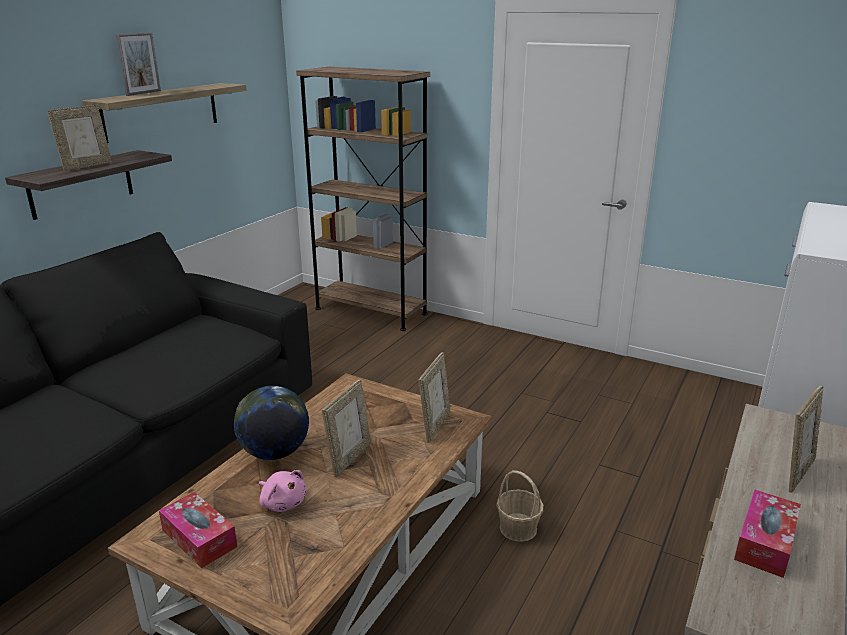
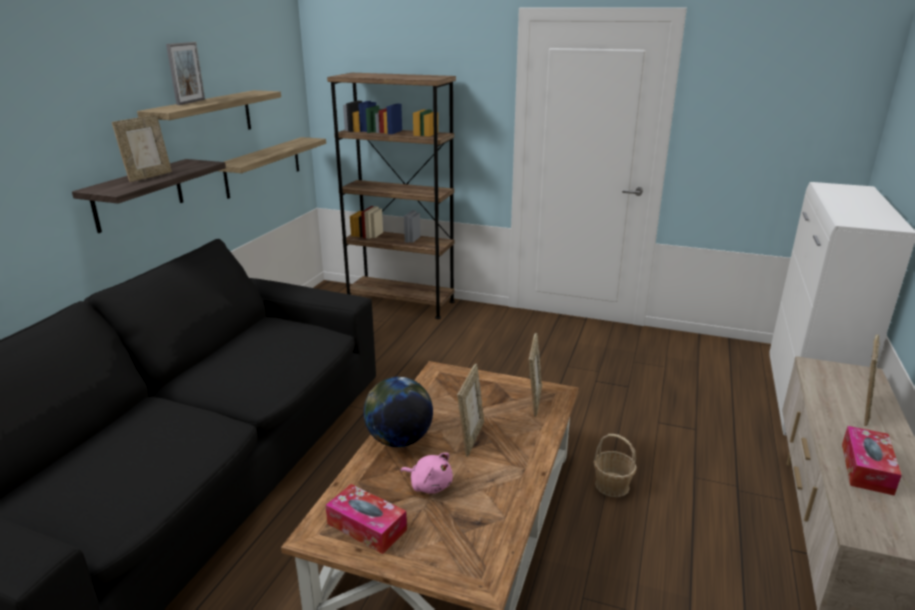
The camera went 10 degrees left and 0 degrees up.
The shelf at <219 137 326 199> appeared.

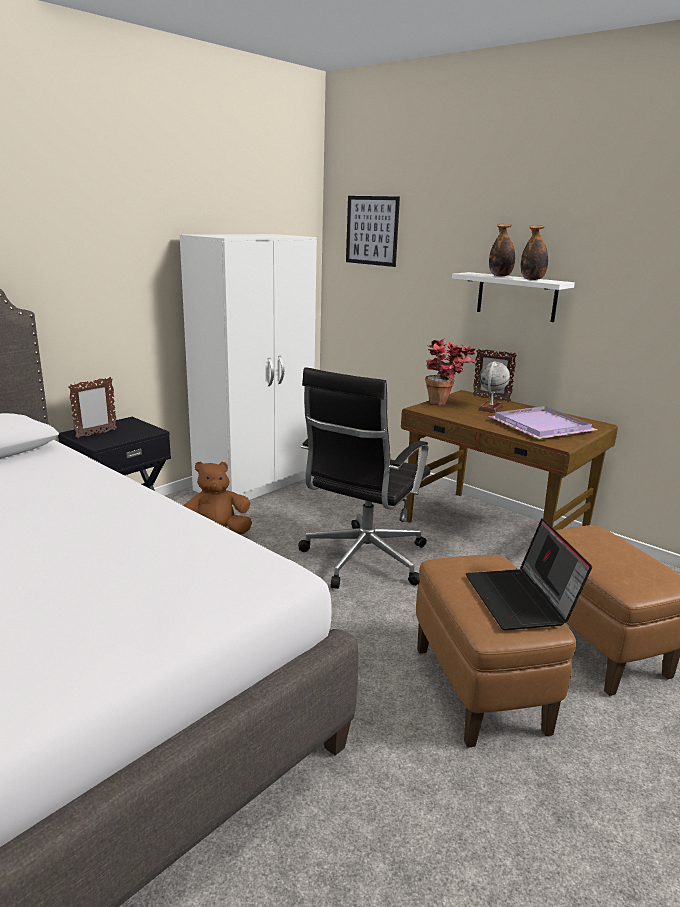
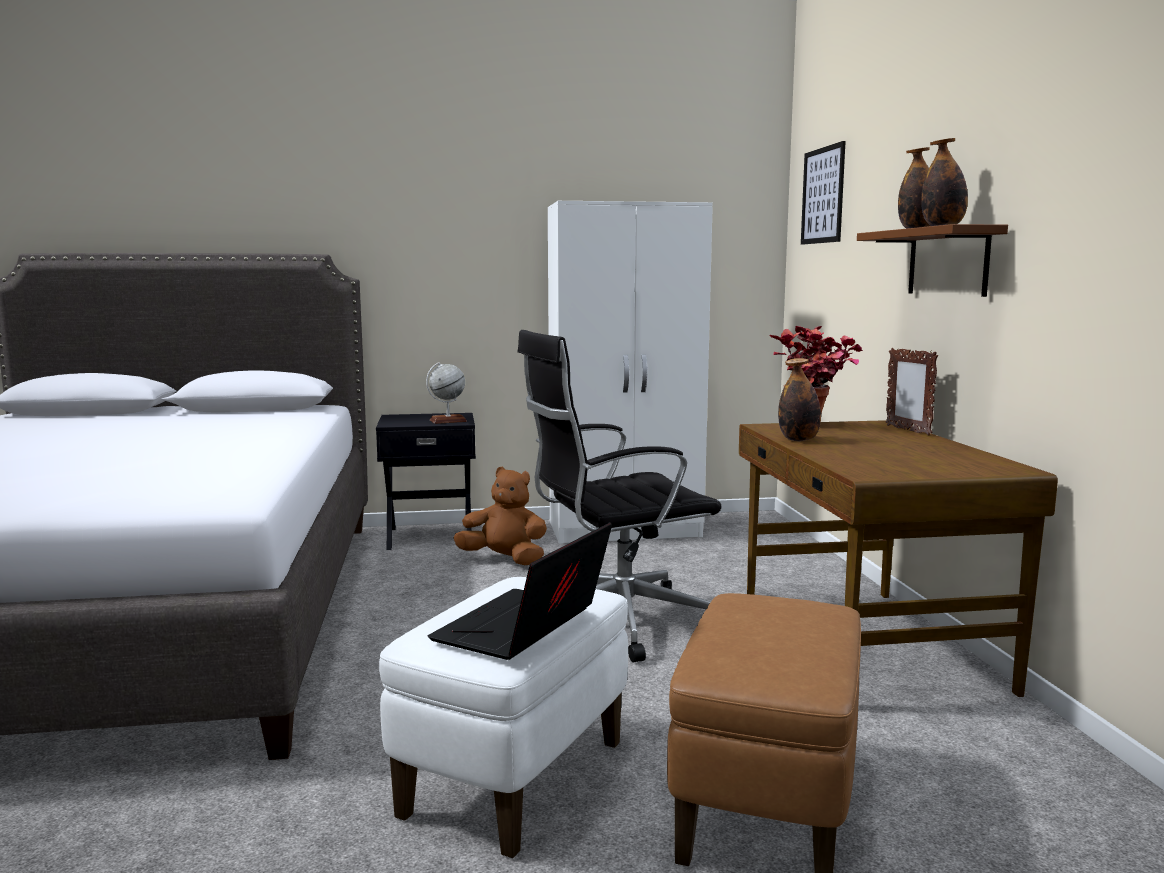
The camera went 40 degrees right and 10 degrees down.
The picture frame at <68 377 117 438> disappeared.
The tray in purple at <489 406 597 440> disappeared.
The bottle at <778 358 821 441> appeared.
The globe moved from <478 361 510 413> to <426 362 467 424>.
The ottoman in brown at <416 555 576 748> became the ottoman in white at <379 577 628 858>.
The shelf in white at <452 272 575 322> became the shelf in brown at <857 224 1008 297>.

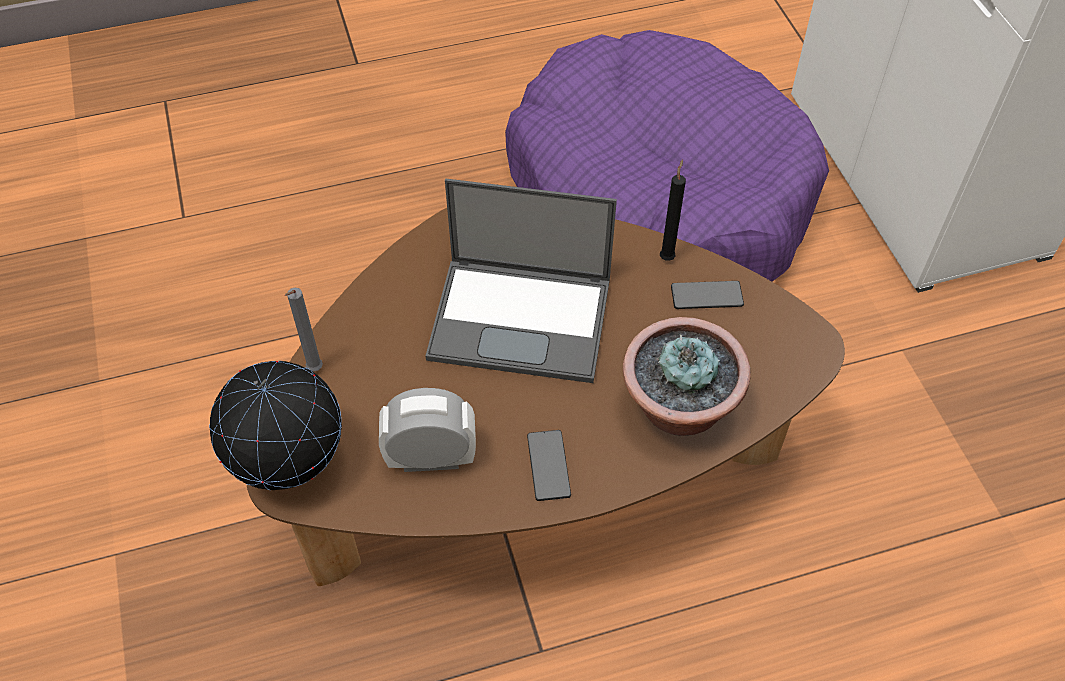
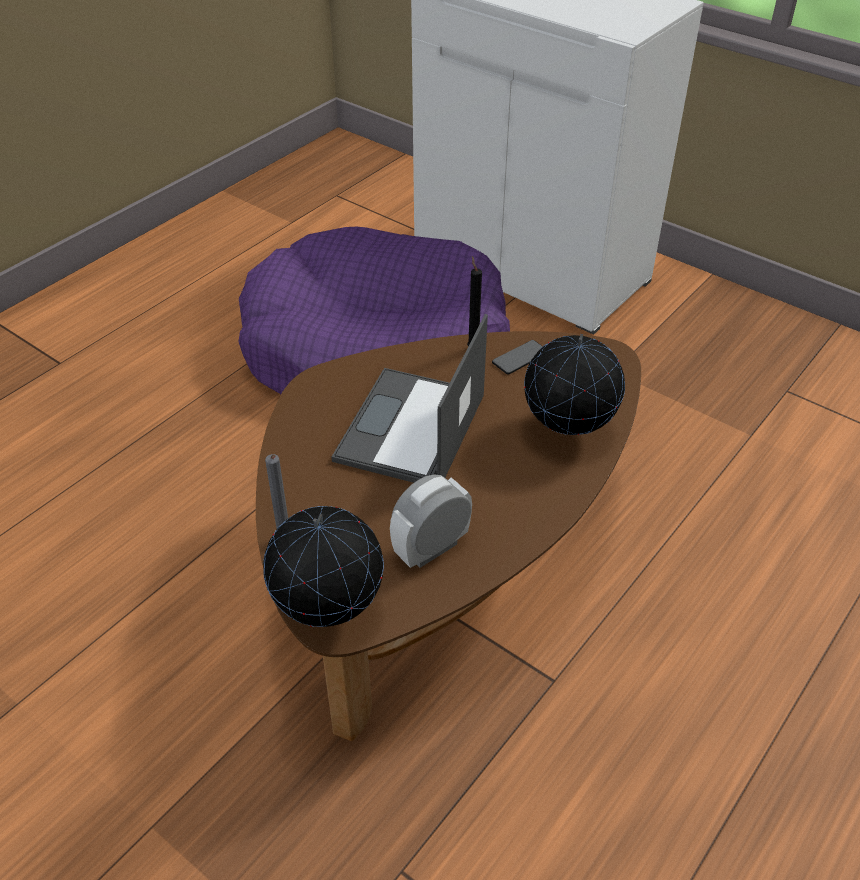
The camera went 35 degrees left and 10 degrees down.
The phone at <527 430 571 501> disappeared.
The potted plant at <623 317 751 436> was replaced by the globe at <524 334 625 435>.
The laptop at <426 179 617 383> turned 135 degrees clockwise.

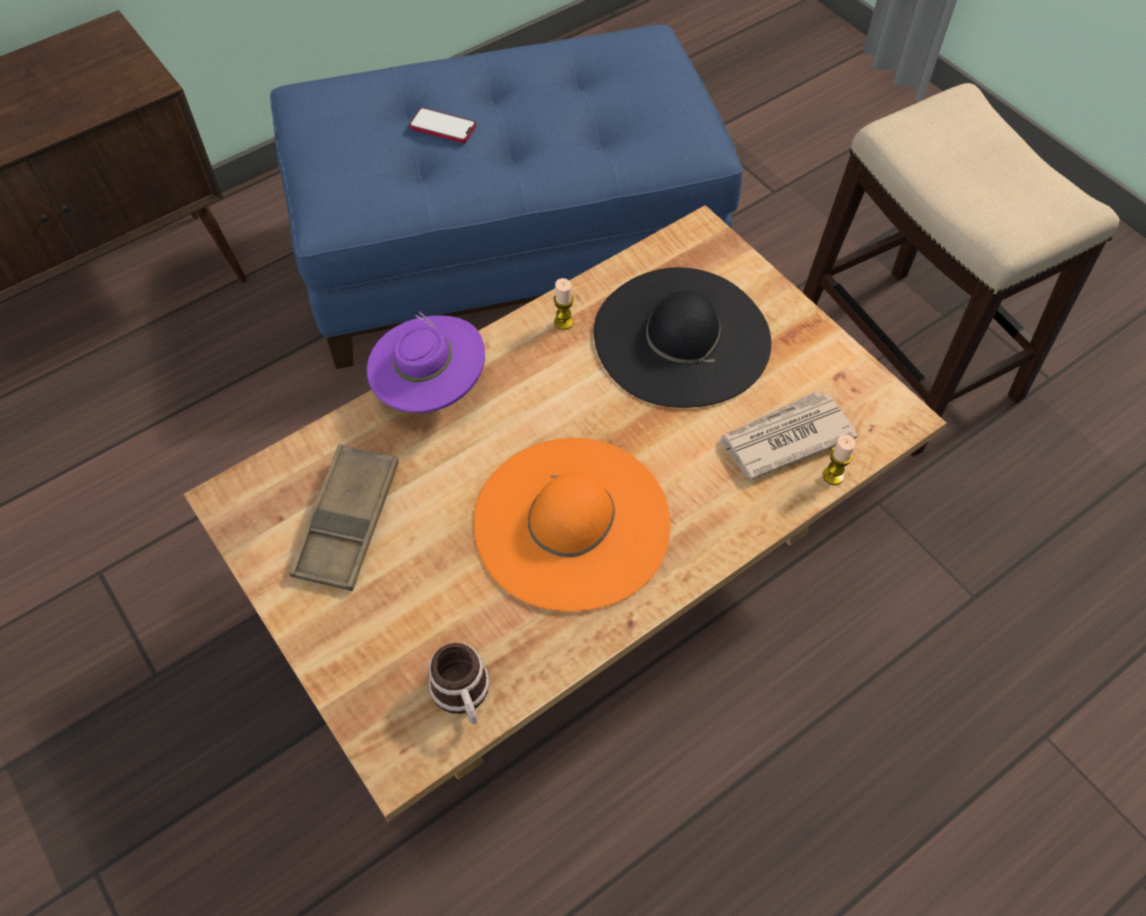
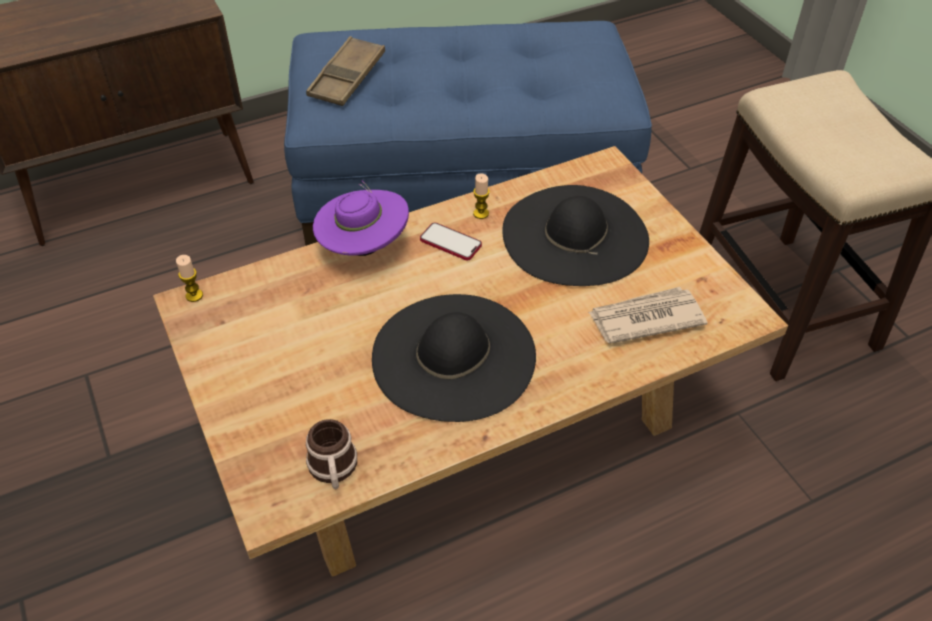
The camera went 10 degrees right and 10 degrees down.
The tray in brown moved from <289 444 399 591> to <306 36 385 106>.
The phone moved from <409 107 476 143> to <420 223 482 260>.
The candle moved from <823 434 855 485> to <176 255 203 302>.
The hat in orange at <473 438 671 612> became the hat in black at <372 294 536 422>.

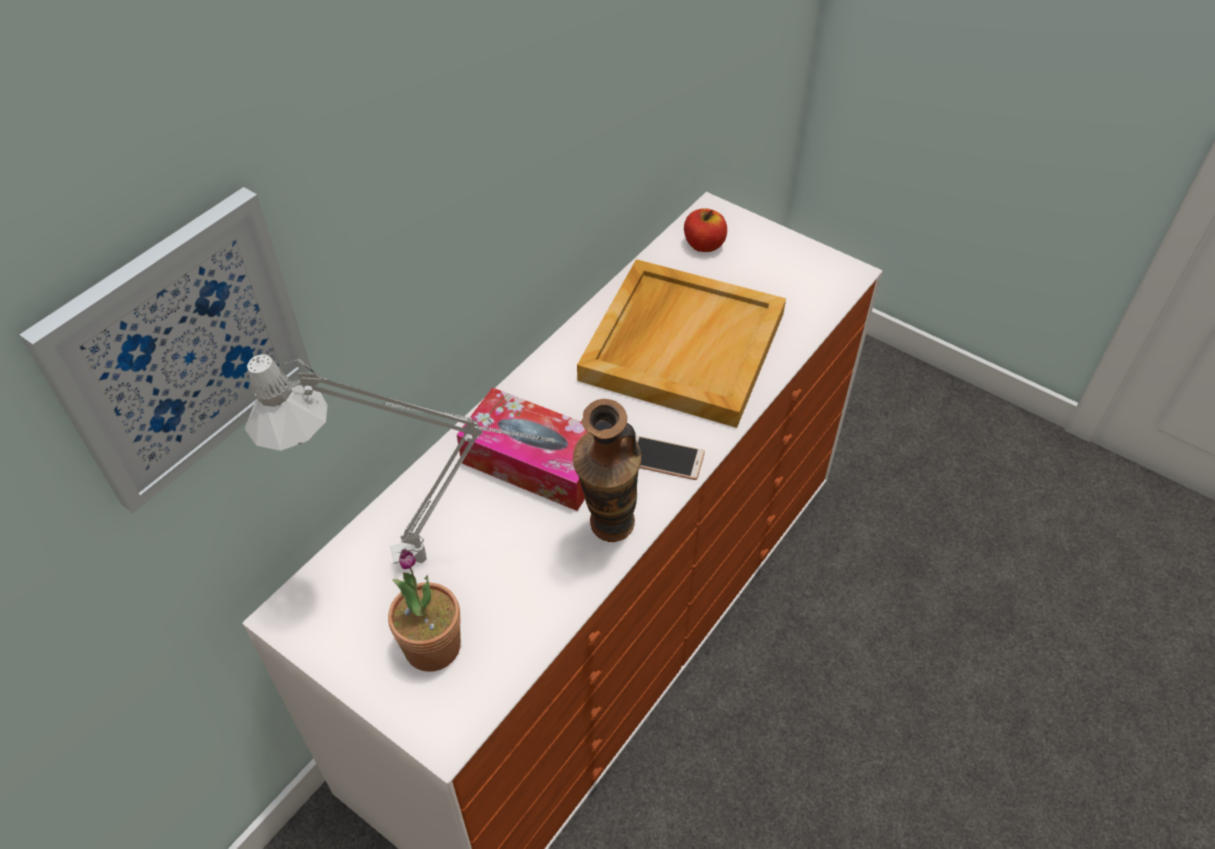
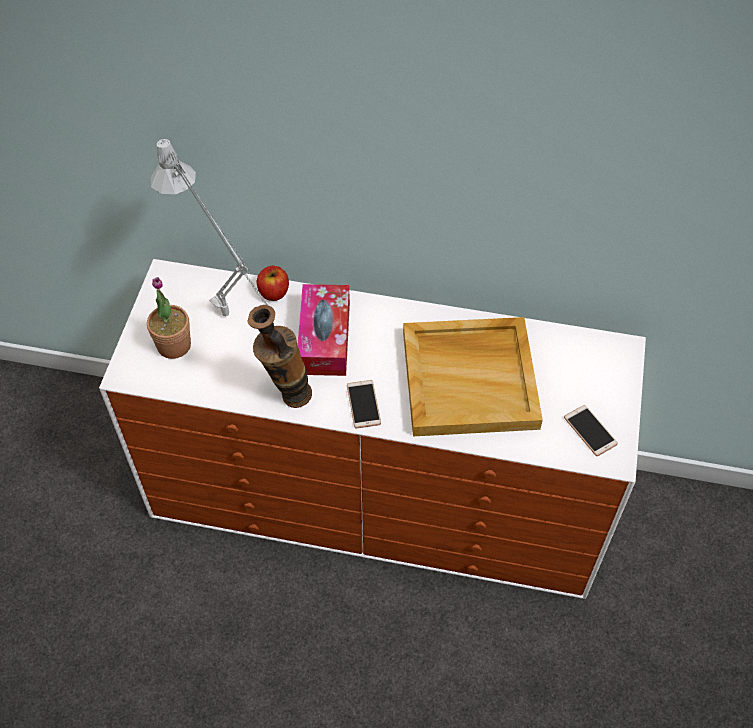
The camera went 65 degrees right and 5 degrees up.
The picture at <19 187 312 513> disappeared.
The phone at <564 405 618 456> appeared.
The apple moved from <684 208 727 252> to <257 266 289 301>.

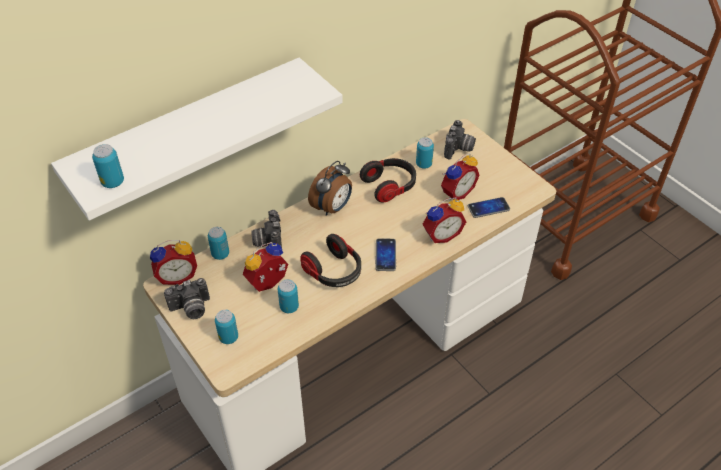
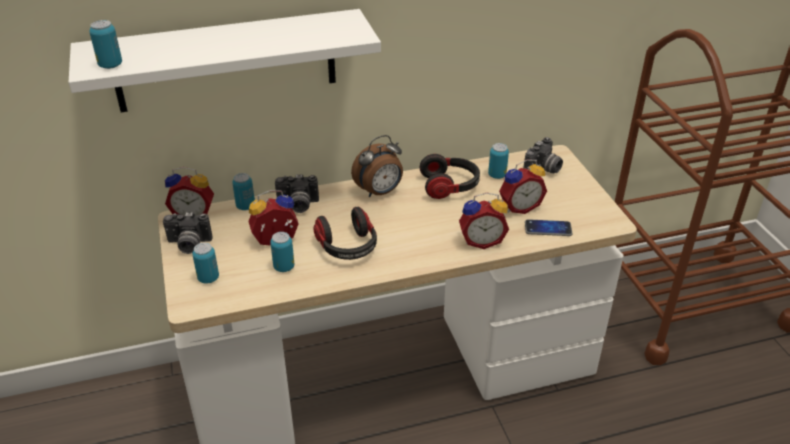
The camera went 20 degrees right and 10 degrees down.
The phone at <375 238 396 271> disappeared.
The photo camera at <251 210 282 248> turned 105 degrees counterclockwise.

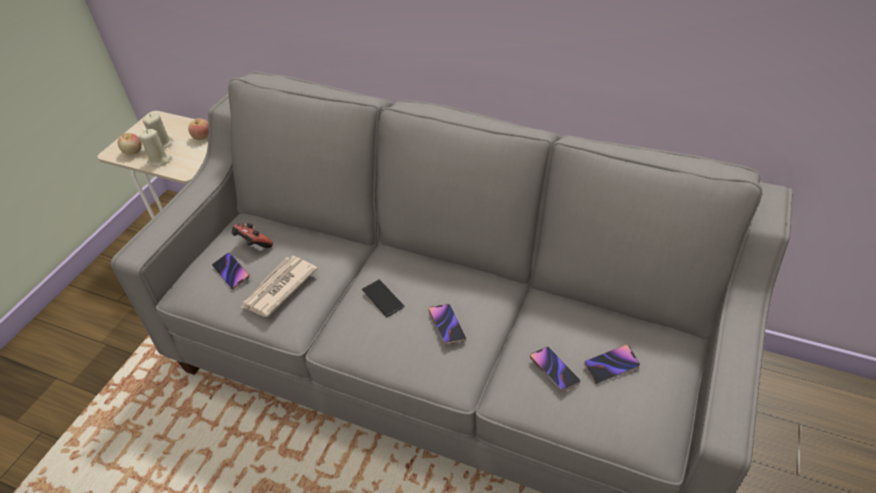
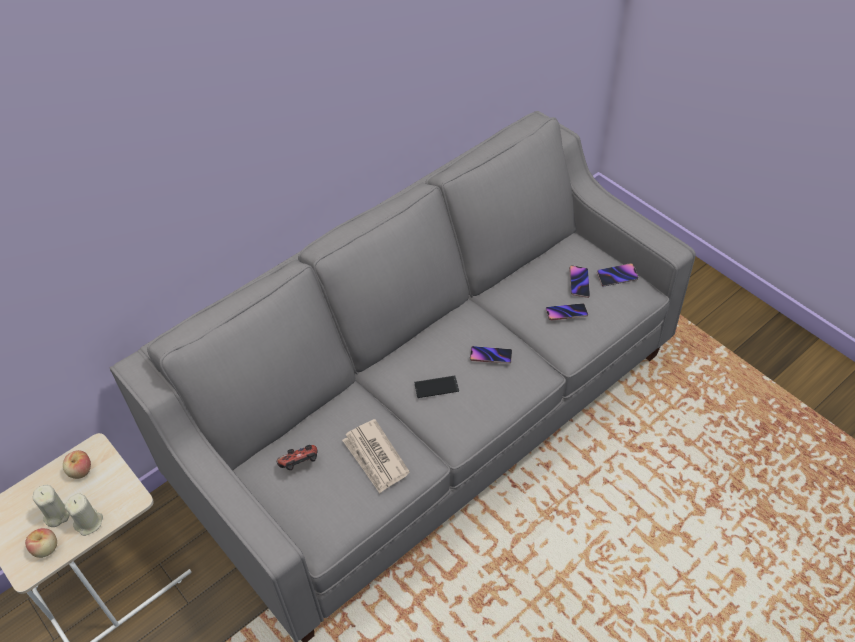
The camera went 65 degrees left and 5 degrees up.
The phone moved from <212 252 250 289> to <597 263 638 286>.

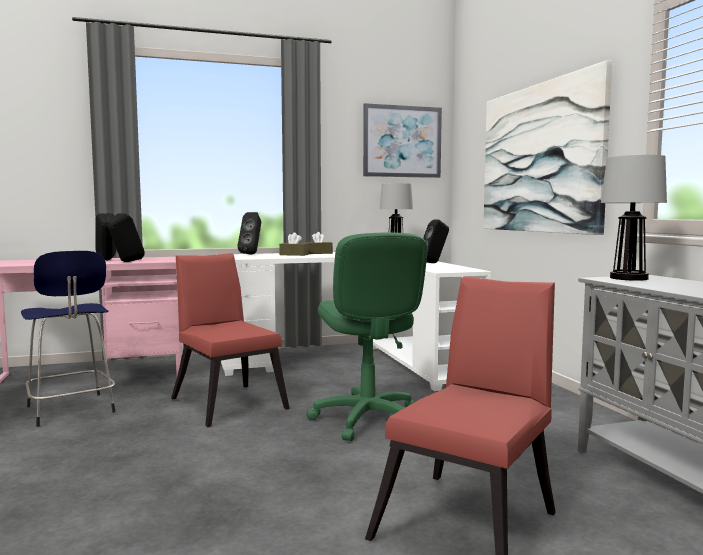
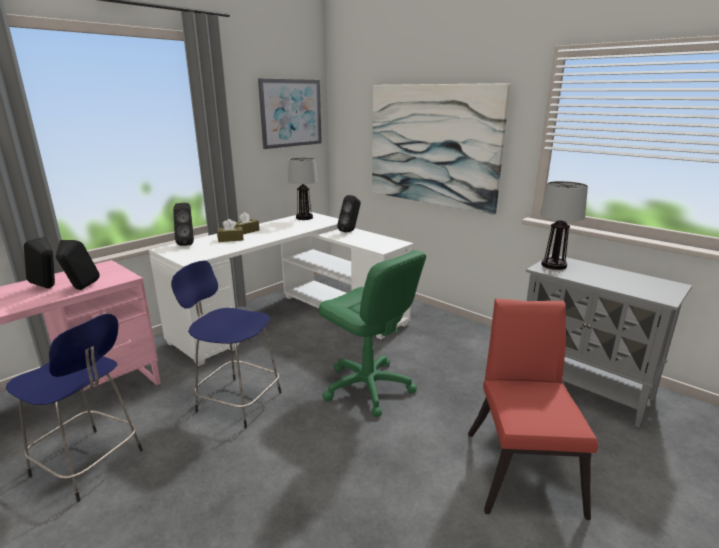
The camera went 30 degrees left and 15 degrees up.
The chair in red at <171 253 290 427> was replaced by the stool in blue at <171 261 281 428>.

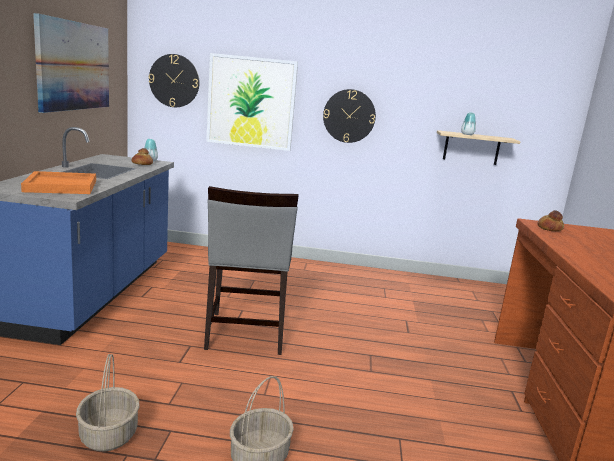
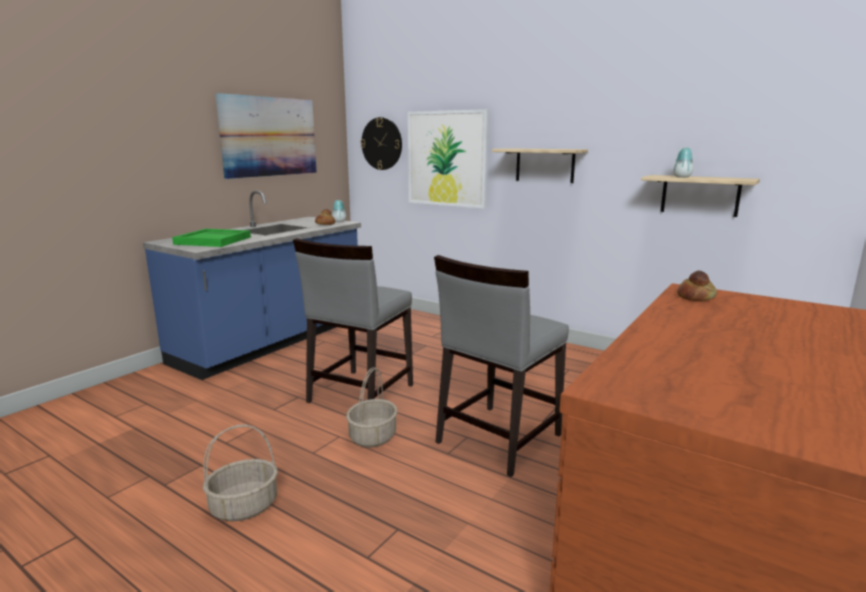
The camera went 30 degrees right and 0 degrees up.
The chair in grey at <434 255 569 477> appeared.
The basket moved from <76 354 140 452> to <346 367 397 448>.
The wall clock at <323 89 376 143> was replaced by the shelf at <492 148 588 183>.
The tray in orange at <21 171 96 194> became the tray in green at <172 229 251 247>.

